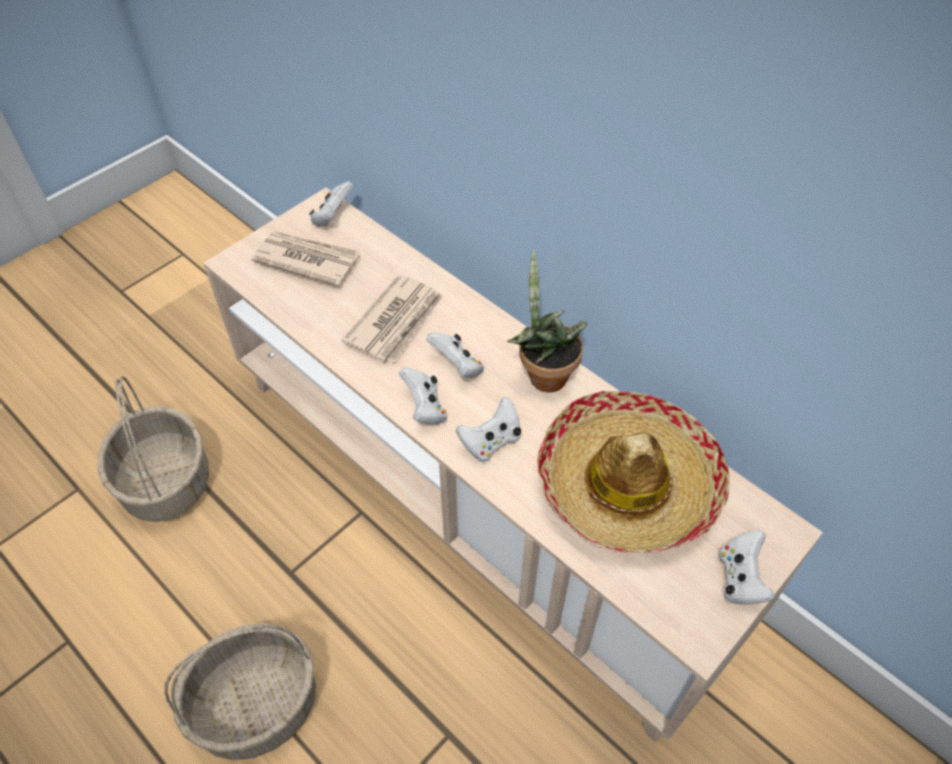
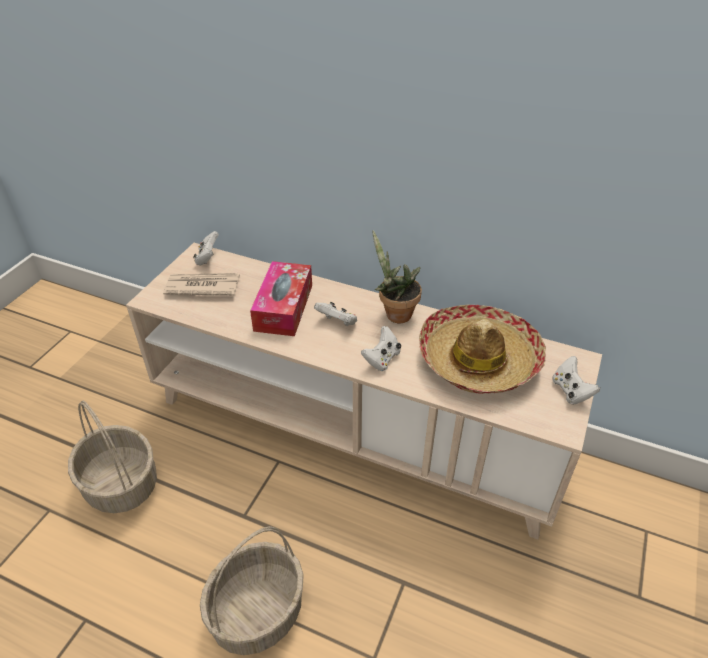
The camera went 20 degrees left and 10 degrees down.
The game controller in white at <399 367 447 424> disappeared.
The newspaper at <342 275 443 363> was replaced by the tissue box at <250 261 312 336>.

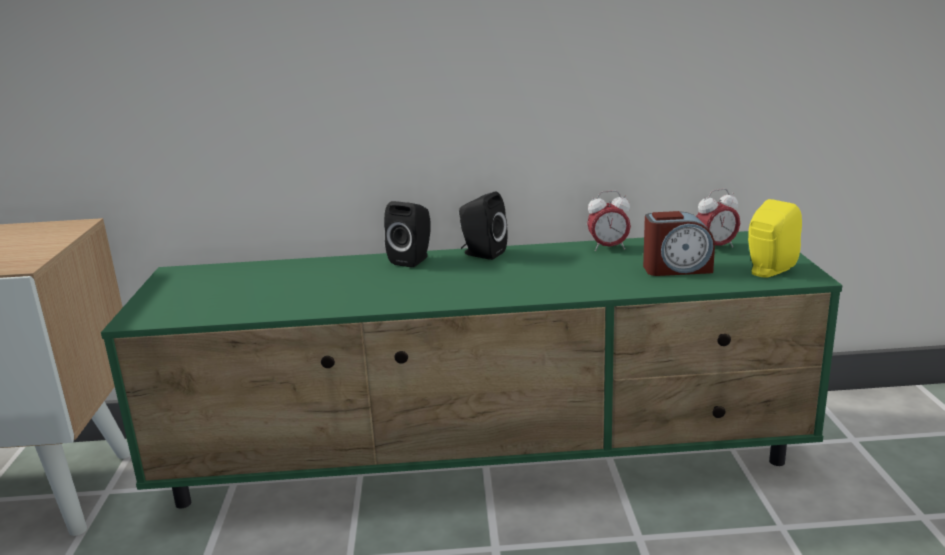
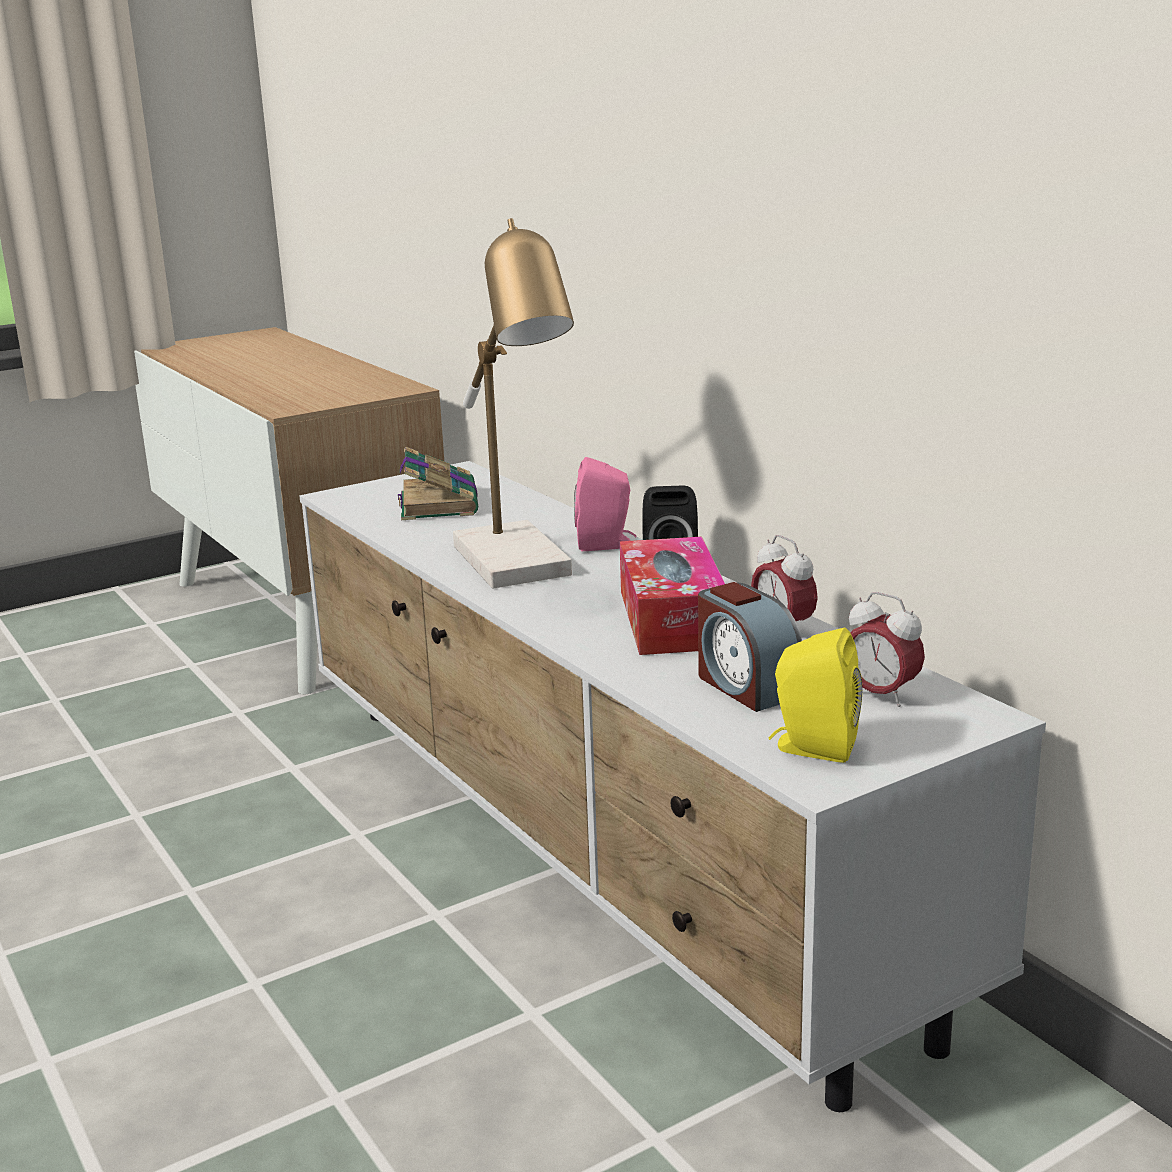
The camera went 60 degrees right and 0 degrees up.
The book at <398 446 478 520> appeared.
The table lamp at <453 218 574 589> appeared.
The tissue box at <620 536 725 655> appeared.
The tv stand in green at <101 231 842 508> became the tv stand in white at <299 461 1046 1112>.
The speaker in black at <384 201 431 268> became the speaker in pink at <574 457 636 551>.

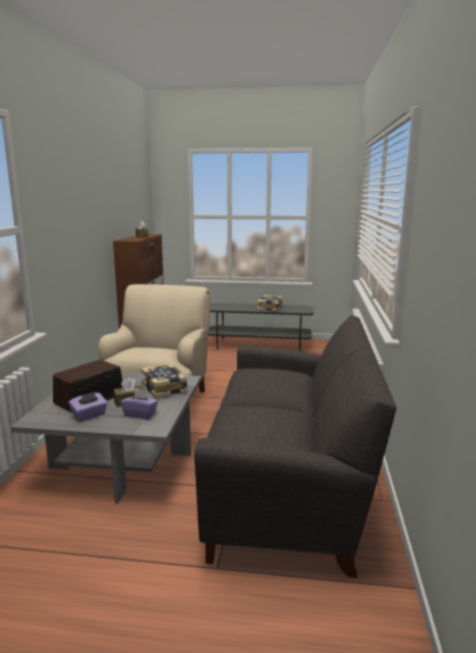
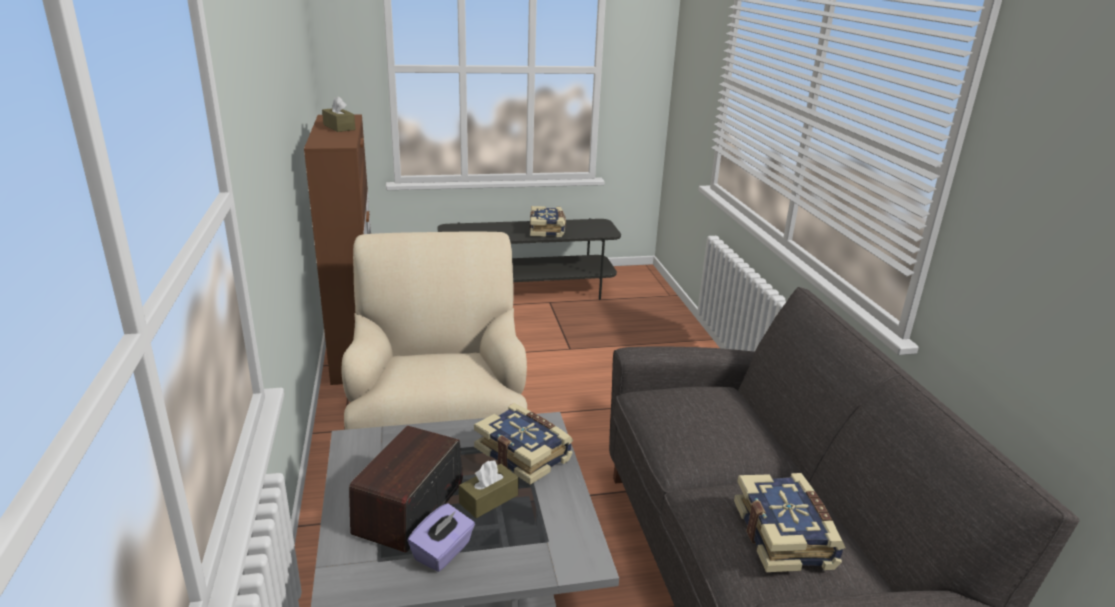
The camera went 20 degrees left and 10 degrees up.
The tissue box in purple at <120 389 158 419> disappeared.
The book at <734 473 845 572> appeared.

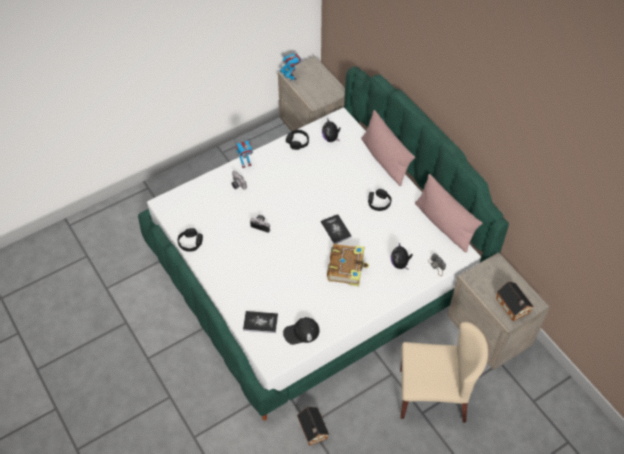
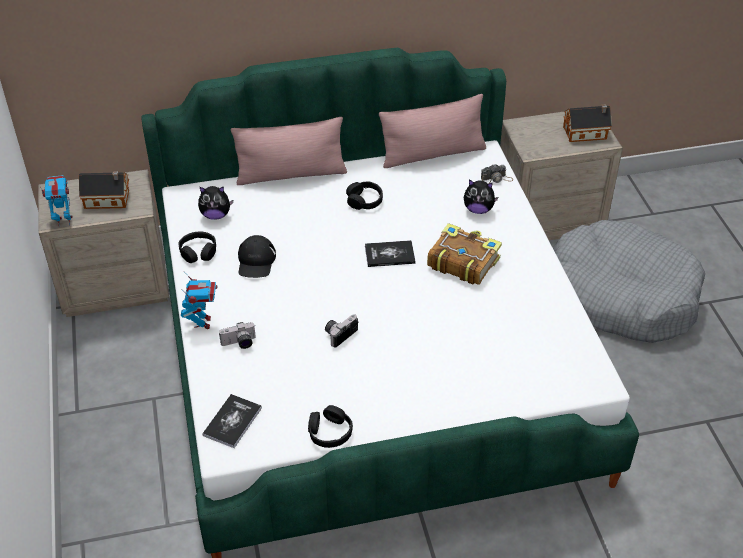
The camera went 70 degrees left and 10 degrees down.
The book moved from <243 311 278 333> to <202 394 262 448>.
The cap in black moved from <283 317 319 345> to <238 235 276 278>.
The toy house moved from <297 407 329 446> to <79 171 129 209>.
The chair in beige at <400 322 488 423> was replaced by the dog bed in grey at <553 220 705 343>.

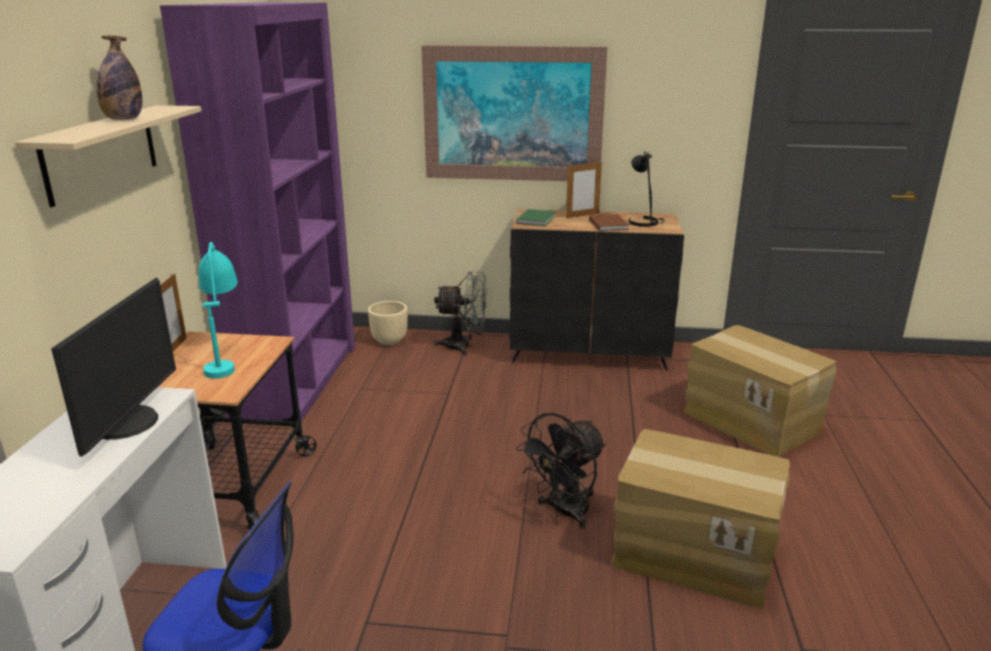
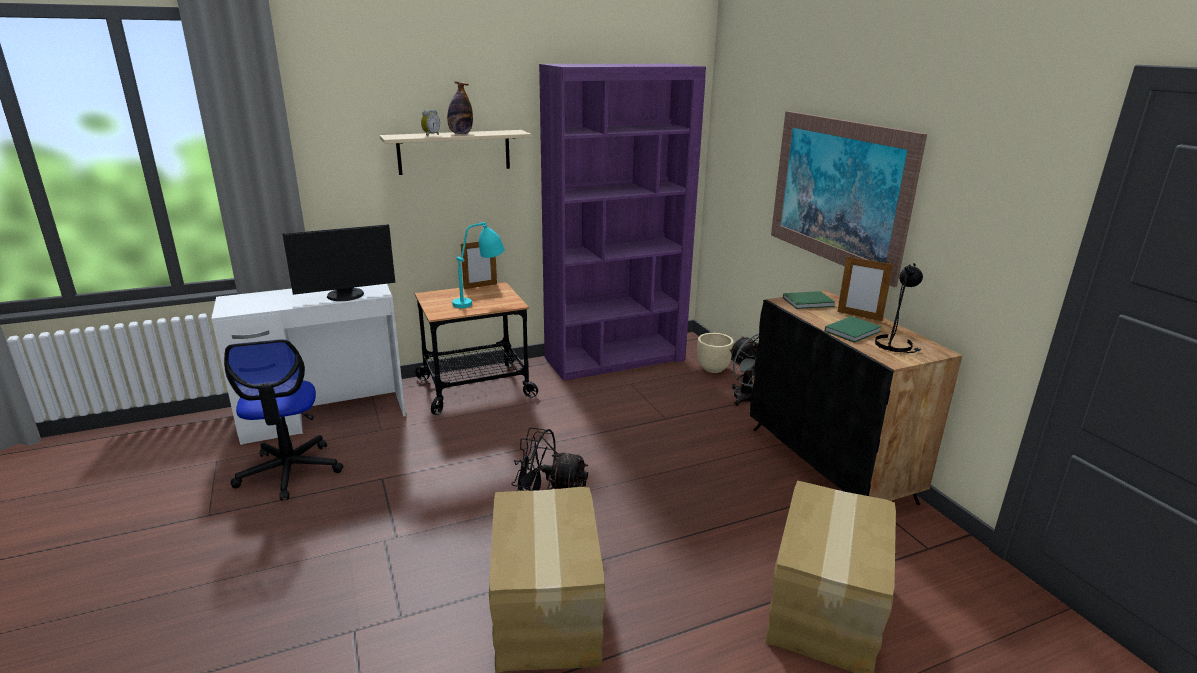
The camera went 60 degrees right and 0 degrees up.
The alarm clock at <421 109 440 137> appeared.
The book in brown at <589 214 629 231> became the book in green at <825 316 882 343>.

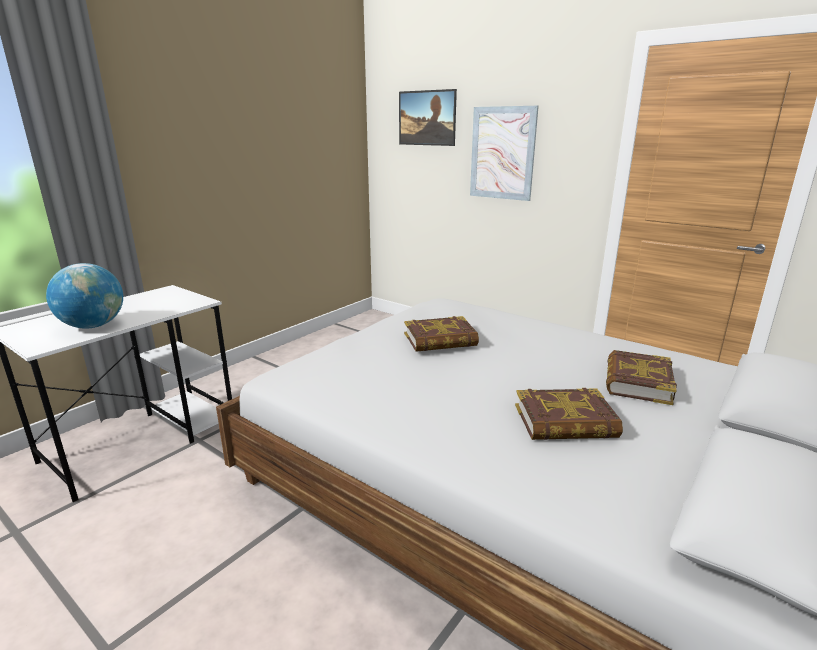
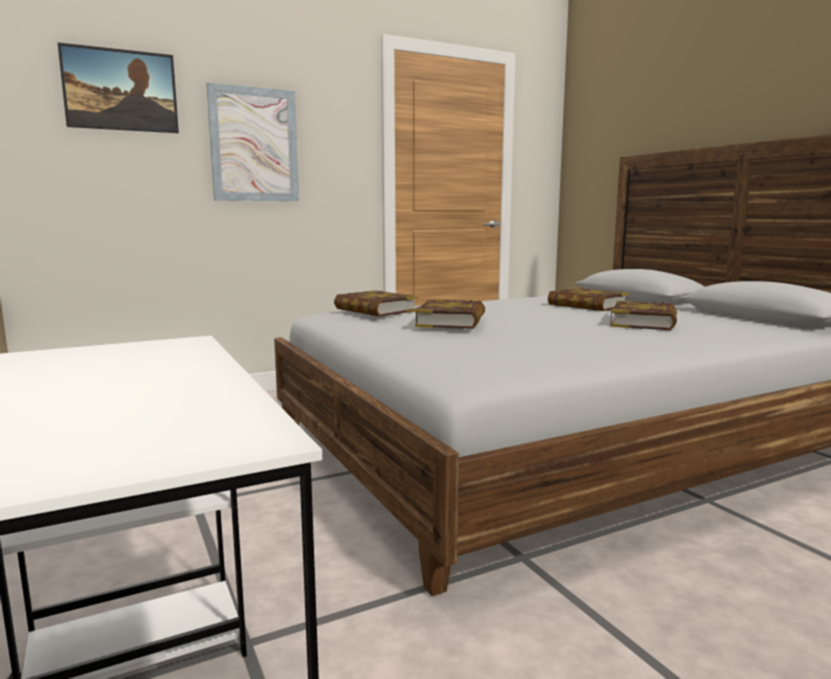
The camera went 65 degrees left and 10 degrees down.
The globe at <46 263 123 329> disappeared.
The book at <334 290 418 317> appeared.

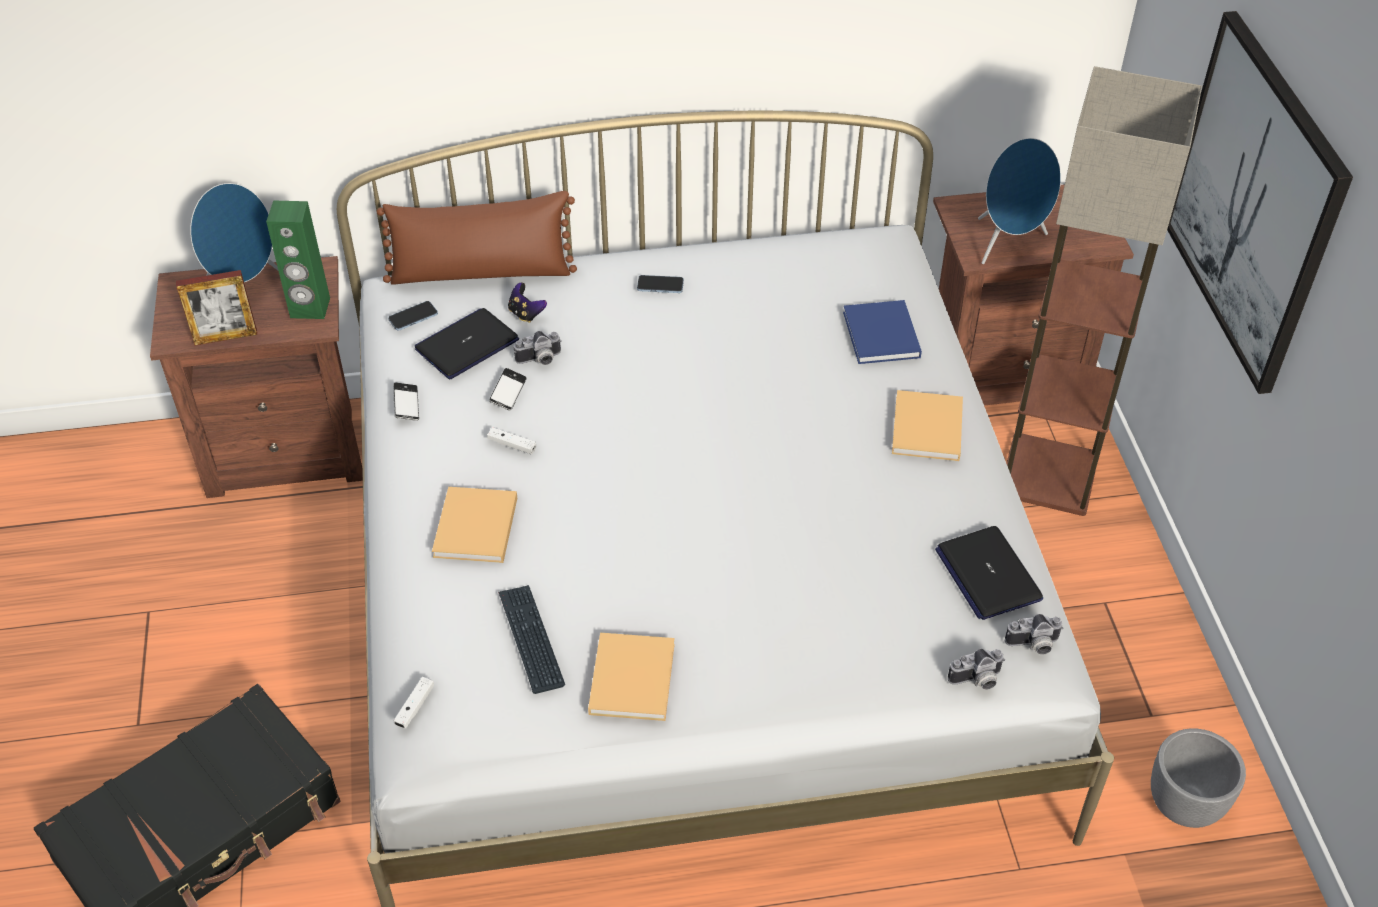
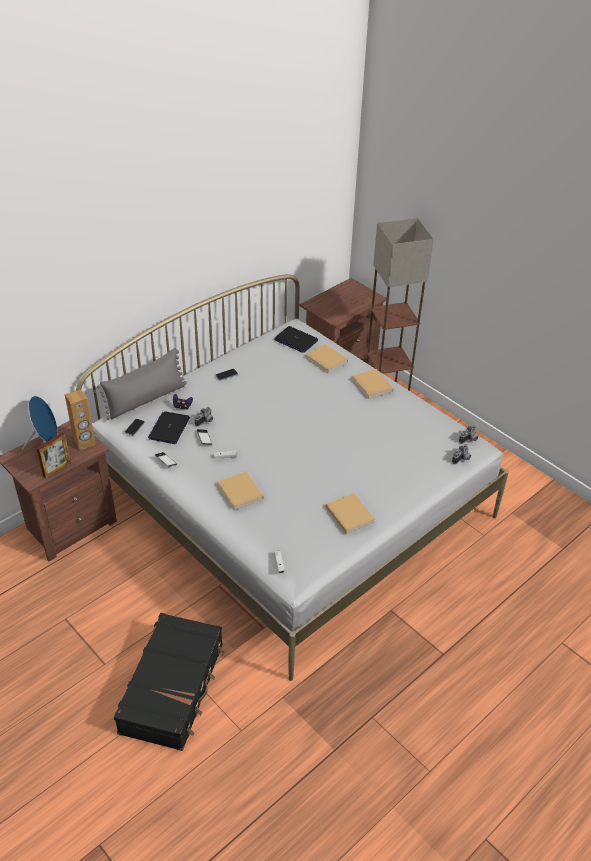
The camera went 35 degrees left and 5 degrees down.
The keyboard at <498 585 565 694> disappeared.
The speaker in blue at <978 138 1061 264> disappeared.
The planter in grey at <1151 728 1246 828> disappeared.
The picture at <1167 11 1353 394> disappeared.
The laptop moved from <935 526 1043 620> to <275 326 318 353>.
The speaker in green at <266 200 330 319> became the speaker in brown at <65 389 96 450>.
The pillow in brown at <377 191 577 285> became the pillow in grey at <97 348 187 420>.
The book in blue at <843 300 922 364> became the book in beige at <305 344 348 373>.

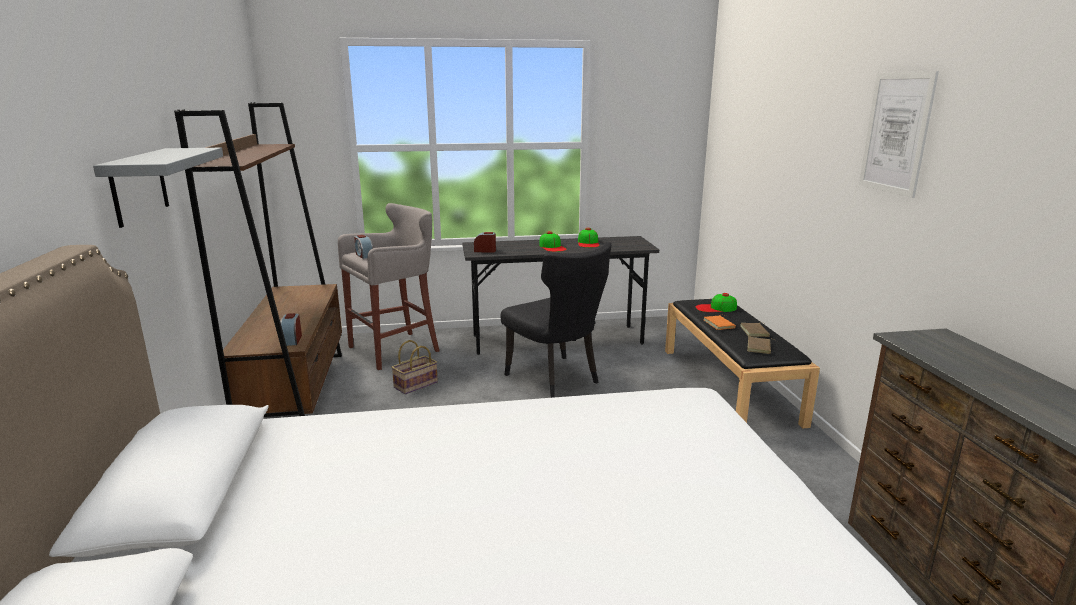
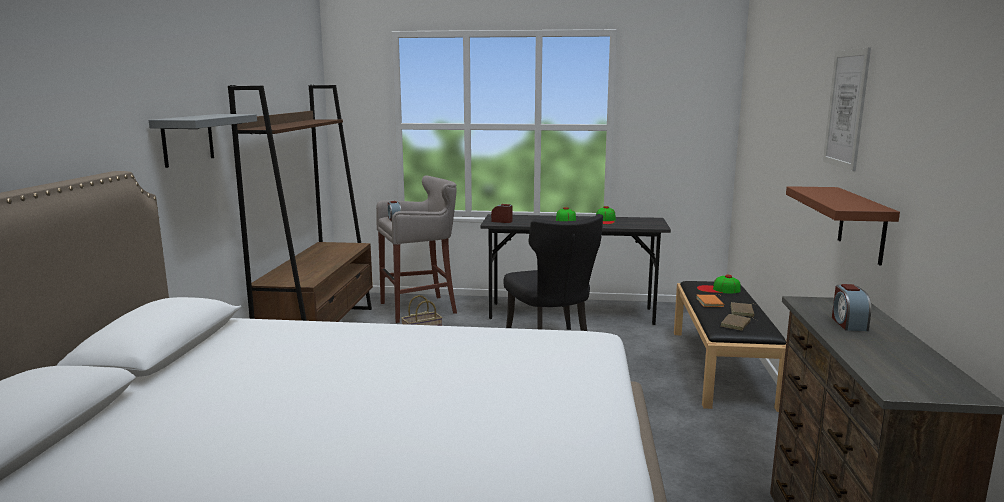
The camera went 15 degrees right and 5 degrees down.
The shelf in brown at <786 186 900 266> appeared.
The alarm clock moved from <280 313 302 346> to <832 284 871 331>.

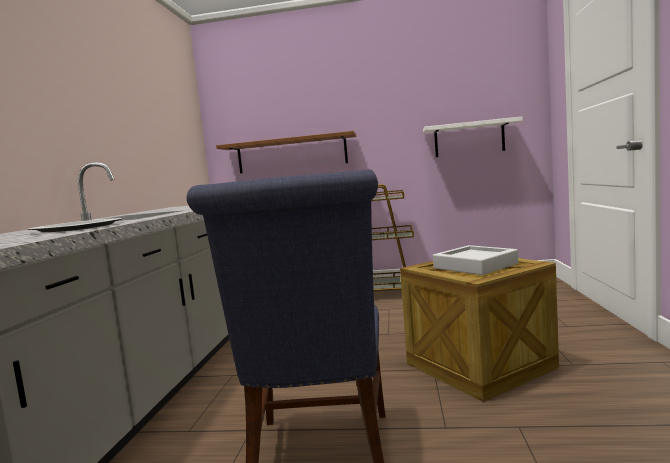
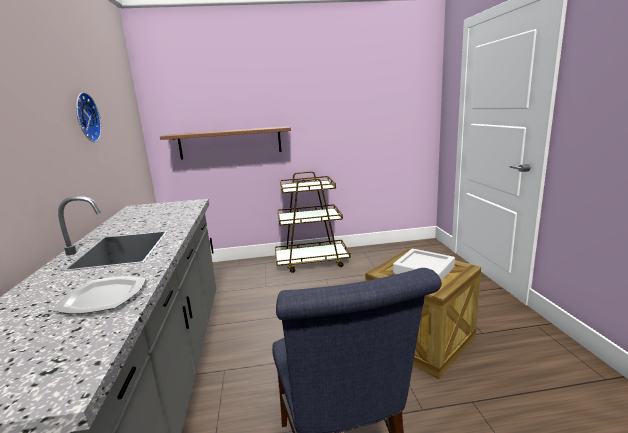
The camera went 15 degrees left and 10 degrees up.
The shelf in white at <423 116 523 157> disappeared.
The wall clock at <76 92 102 142> appeared.

